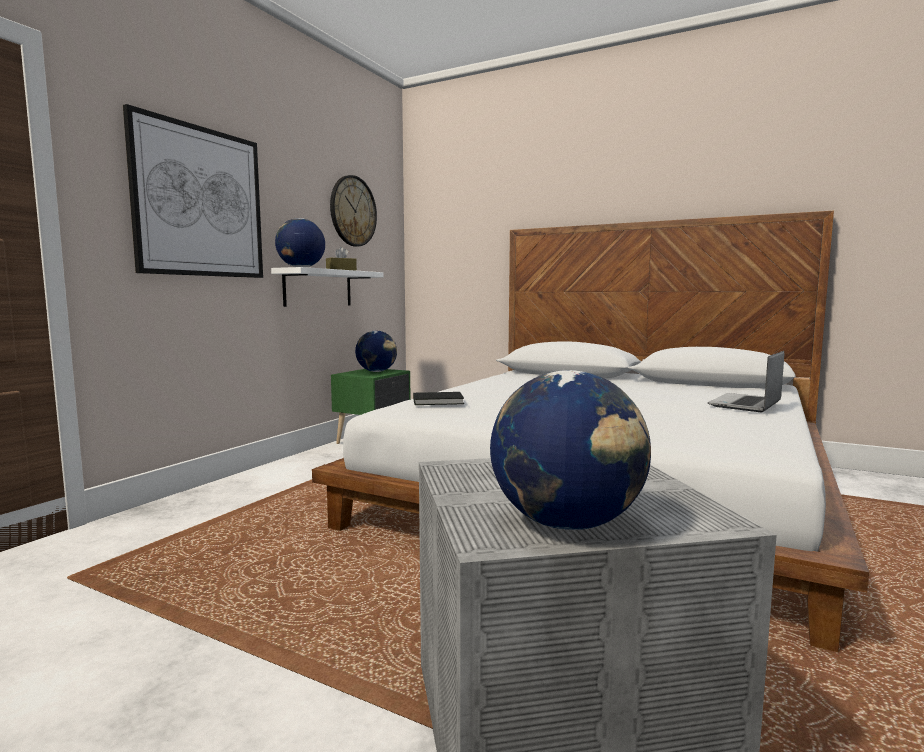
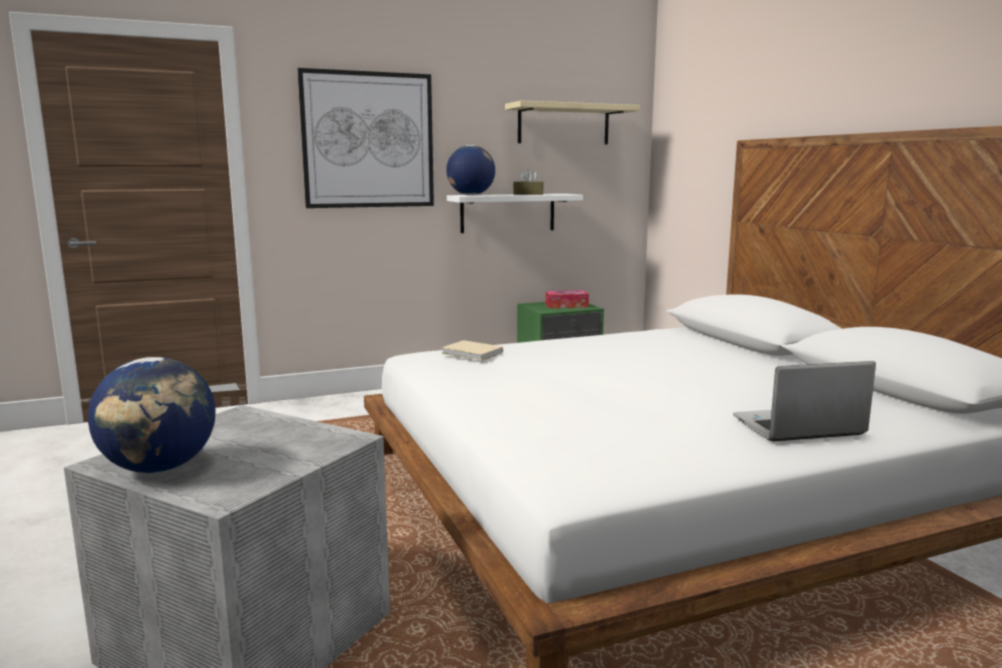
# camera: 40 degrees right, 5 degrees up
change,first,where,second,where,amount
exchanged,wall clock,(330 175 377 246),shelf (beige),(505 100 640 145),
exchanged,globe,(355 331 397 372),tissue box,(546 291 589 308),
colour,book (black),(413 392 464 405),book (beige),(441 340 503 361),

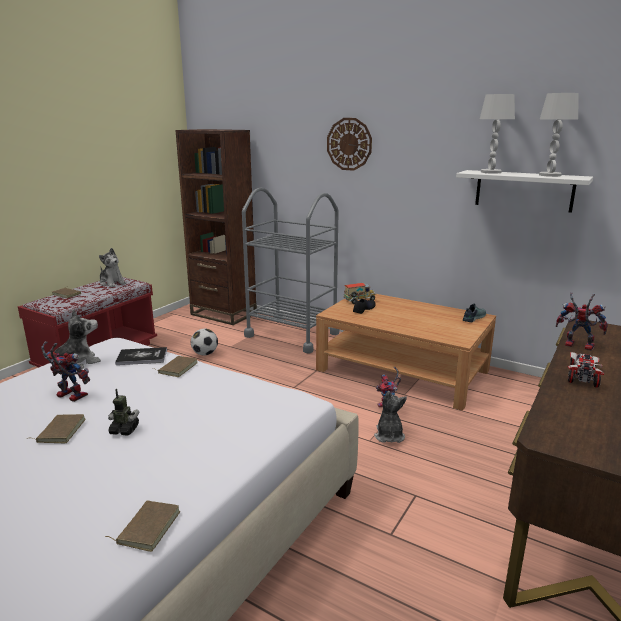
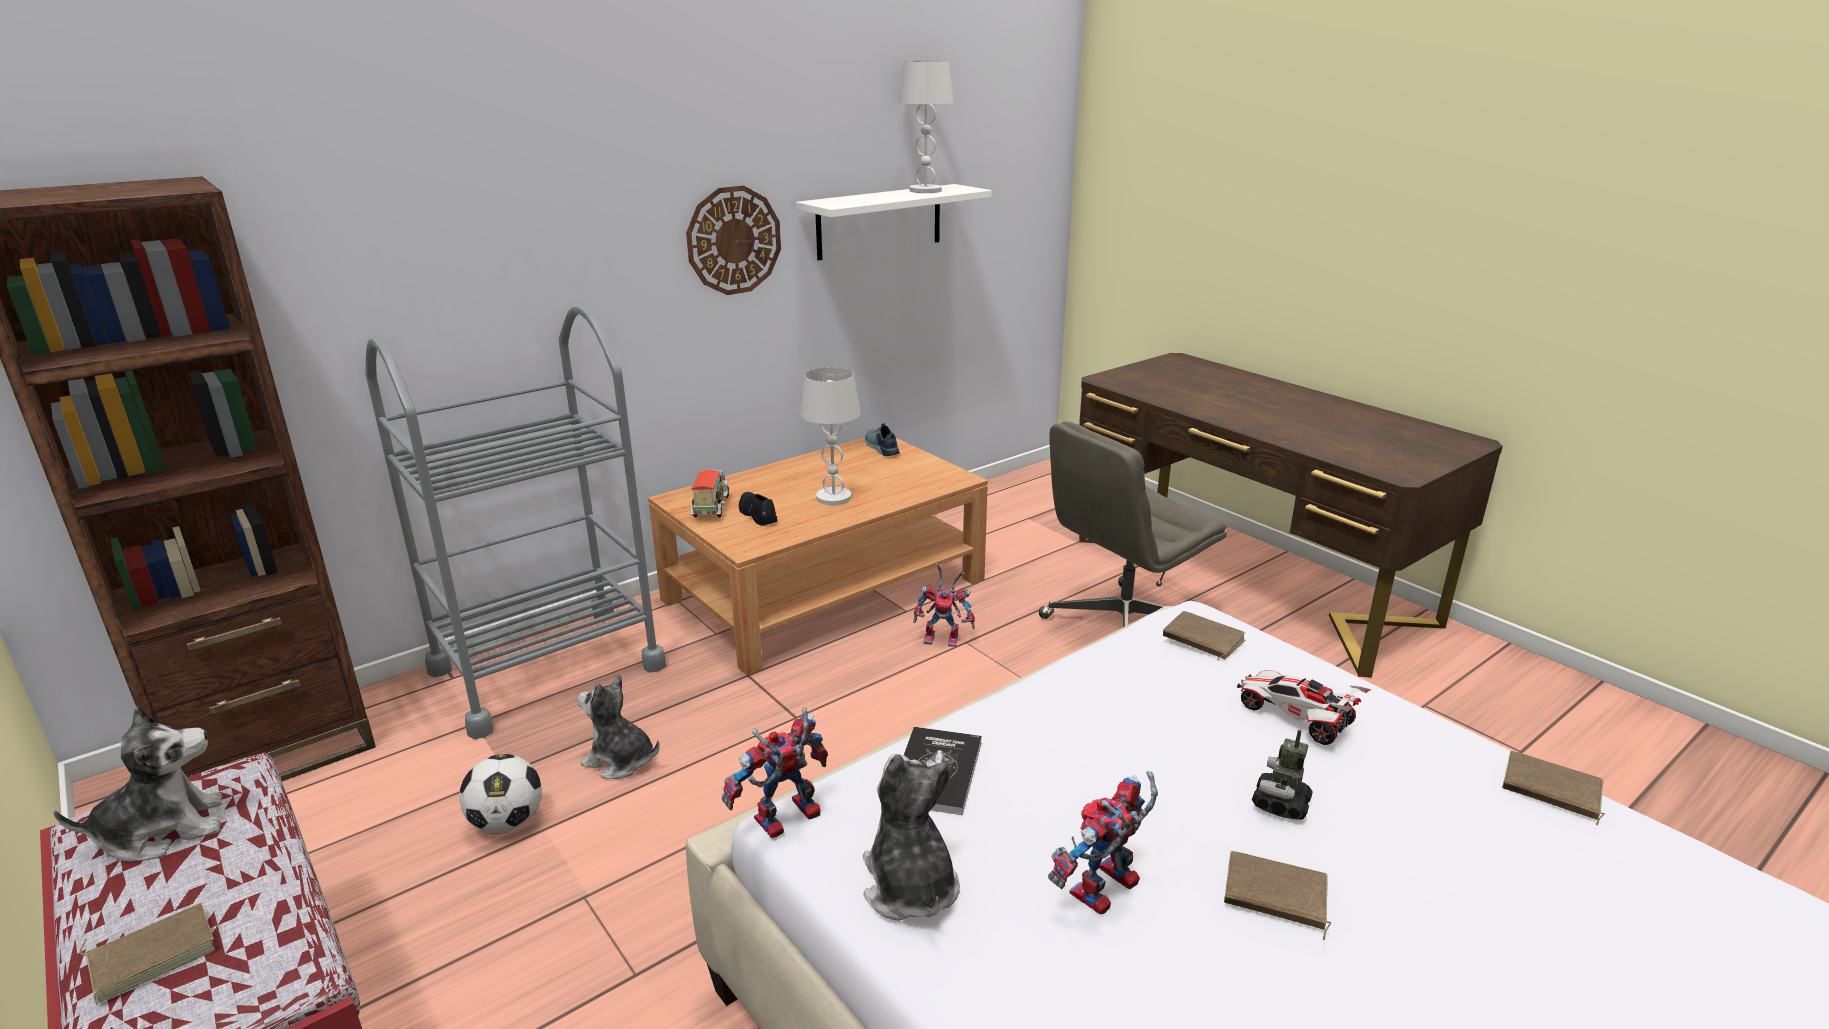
# camera: 70 degrees left, 5 degrees up
change,first,where,second,where,amount
relocated,table lamp (white),(480 94 515 174),,(801 367 861 505),
relocated,wall clock,(327 118 372 171),,(686 186 781 295),
relocated,toy robot,(556 292 607 351),,(722 707 828 838),
relocated,toy car,(567 352 604 388),,(1237 670 1371 745),
relocated,book (brown),(153 356 198 377),,(1163 611 1245 661),
relocated,plush toy,(374 391 407 443),,(577 675 660 779),
appeared,,,office chair (grey),(1039 421 1227 627),

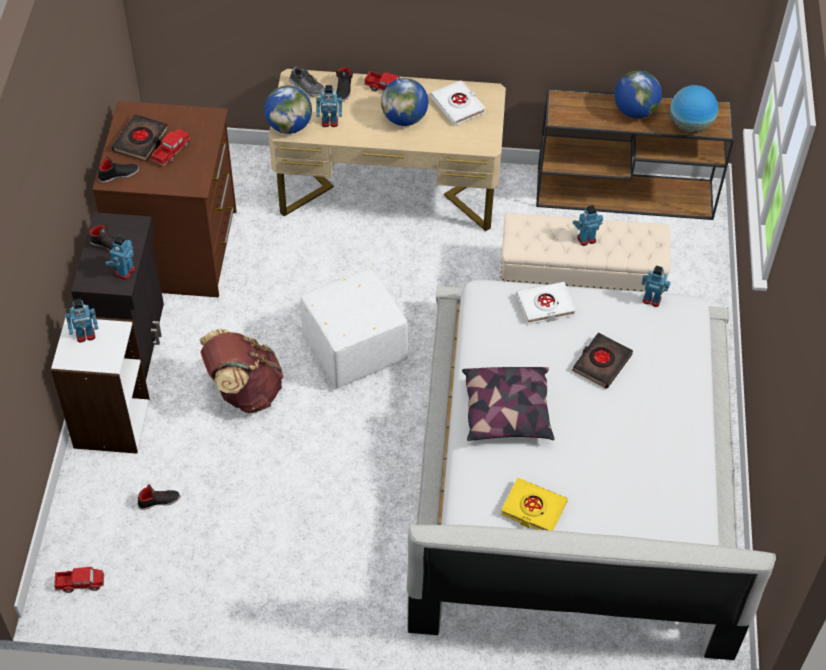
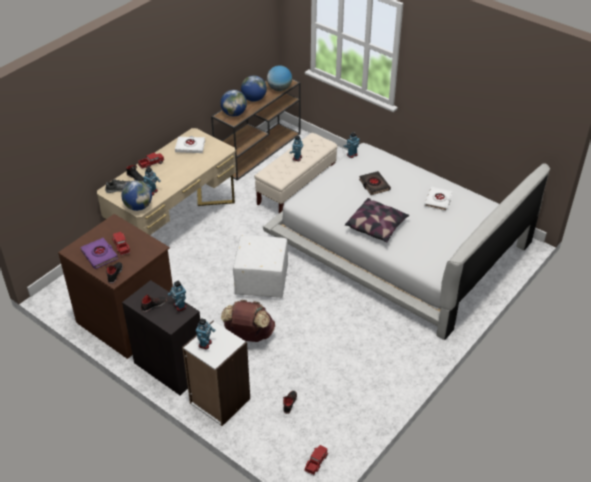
# camera: 55 degrees left, 10 degrees down
change,first,where,second,where,amount
relocated,globe,(381 78 428 126),,(220 90 247 116),
colour,book (black),(111 114 169 161),book (purple),(80 238 118 269),
relocated,book (white),(516 282 576 324),,(424 187 452 211),
missing,book (yellow),(501 478 568 531),,,

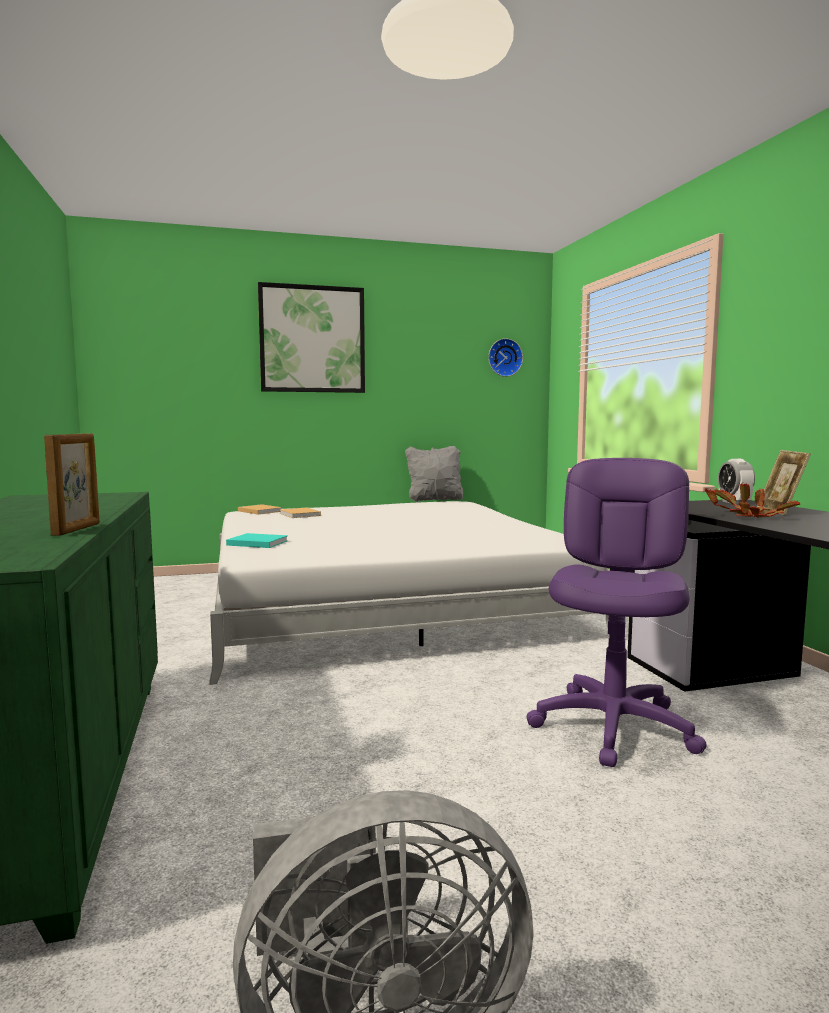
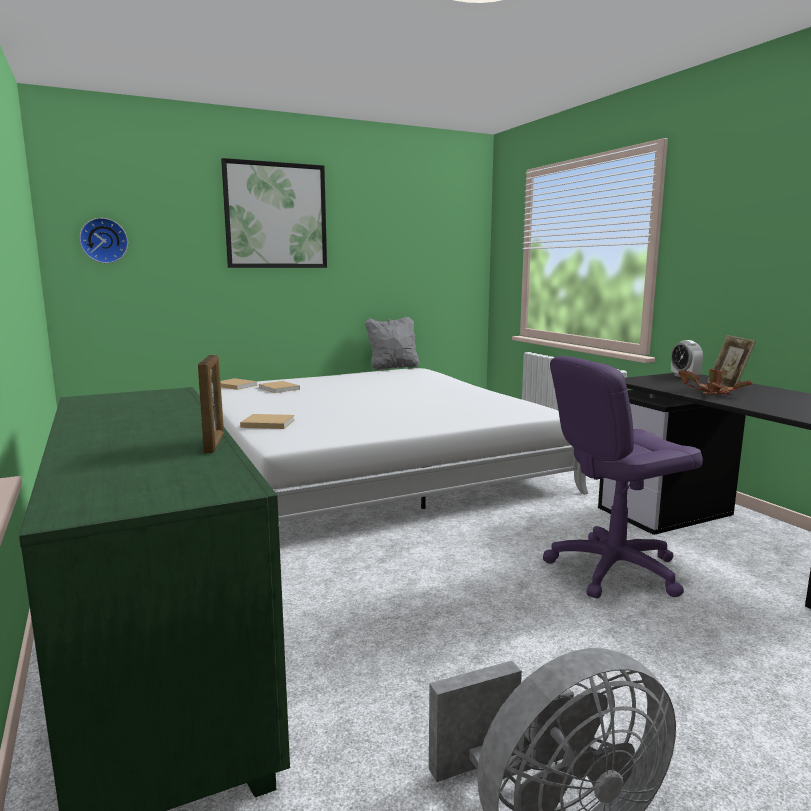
# camera: 10 degrees left, 5 degrees up
change,first,where,second,where,amount
relocated,wall clock,(488 338 523 377),,(79 218 128 263),
spun,office chair (purple),(527 458 707 767),,(543 356 703 599),120 degrees counterclockwise
colour,book (turquoise),(226 533 288 548),book (beige),(240 414 295 429),

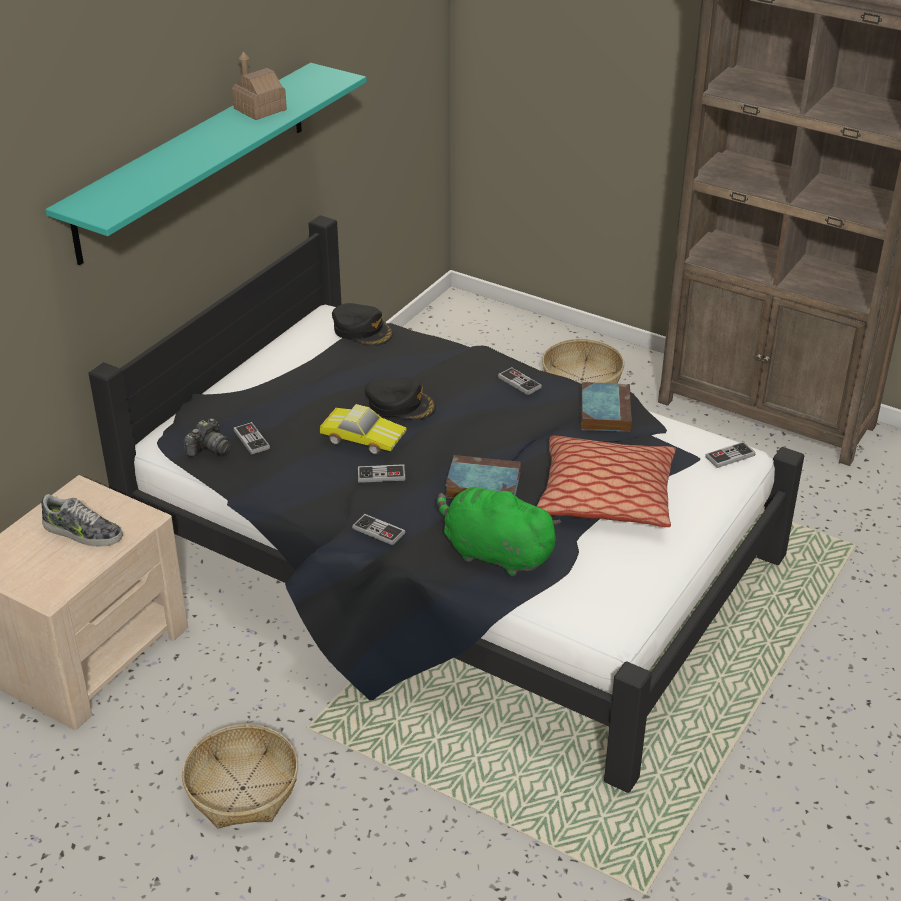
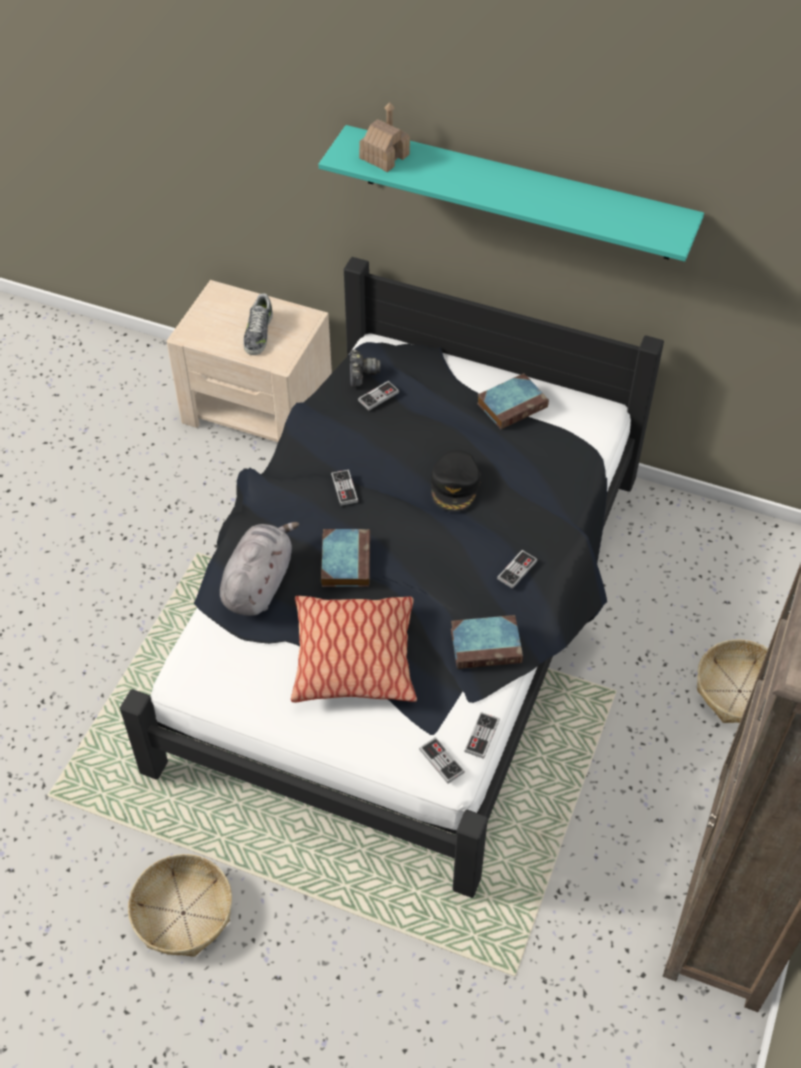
# camera: 80 degrees right, 15 degrees up
change,first,where,second,where,amount
relocated,toy house,(232 52 287 120),,(359 102 410 172),
missing,cap (black),(332 303 393 346),,,
missing,toy car,(320 404 407 454),,,
spun,photo camera,(184 418 231 457),,(350 350 381 387),120 degrees counterclockwise
colour,plush toy (green),(437 483 561 576),plush toy (grey),(220 522 299 616),
relocated,game controller,(352 514 405 545),,(464 712 500 759),
relocated,basket,(182 724 298 828),,(128 854 232 957),
appeared,,,book,(477 373 549 429),

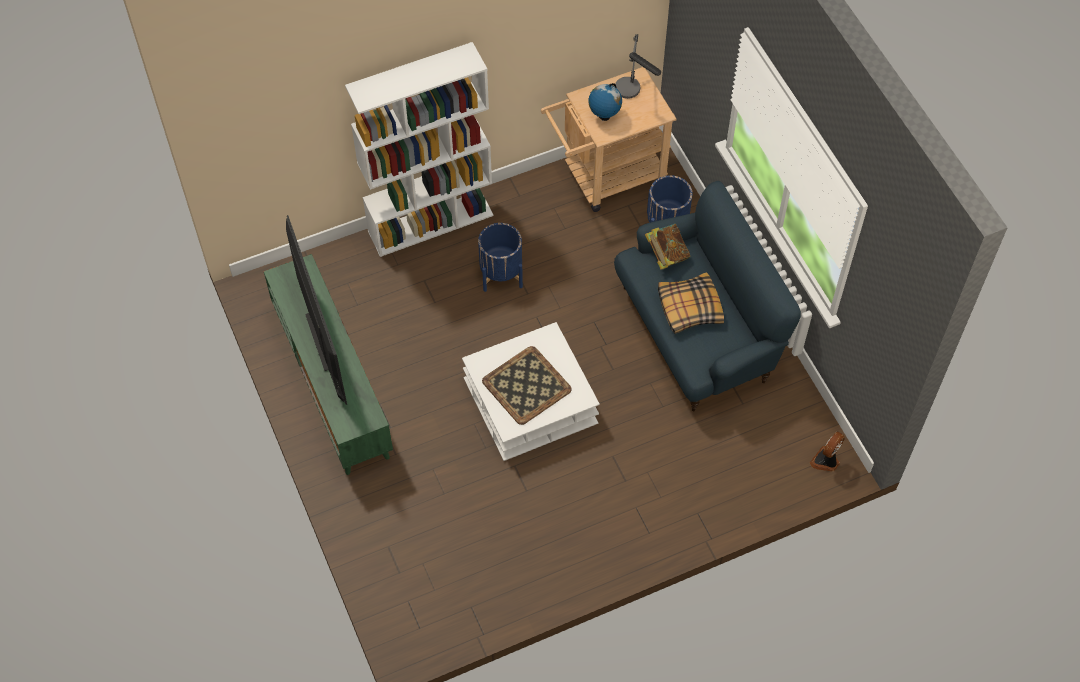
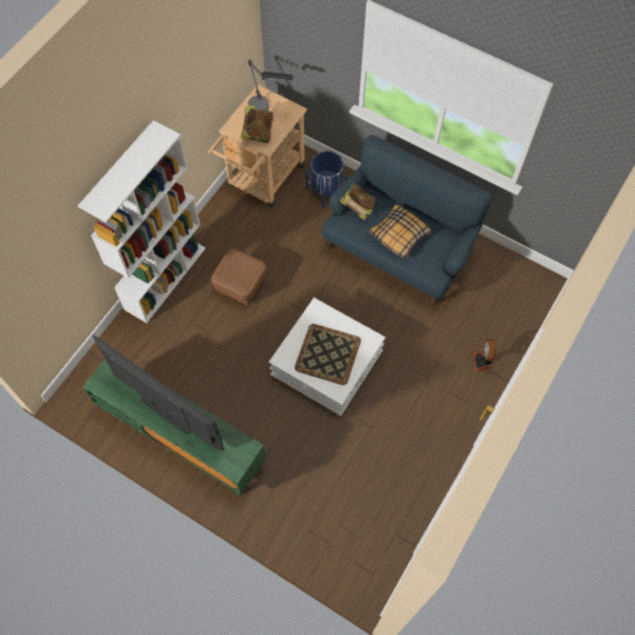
# camera: 35 degrees left, 5 degrees up
change,first,where,second,where,amount
exchanged,globe,(588 83 622 121),book,(241 105 273 143),
exchanged,planter (blue),(478 223 523 292),ottoman (brown),(211 249 266 305),
relocated,fan,(810 431 845 472),,(473 339 496 372),

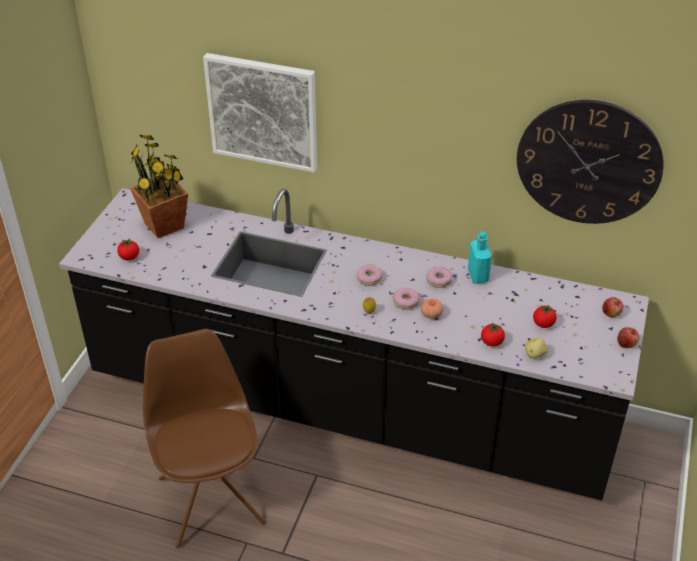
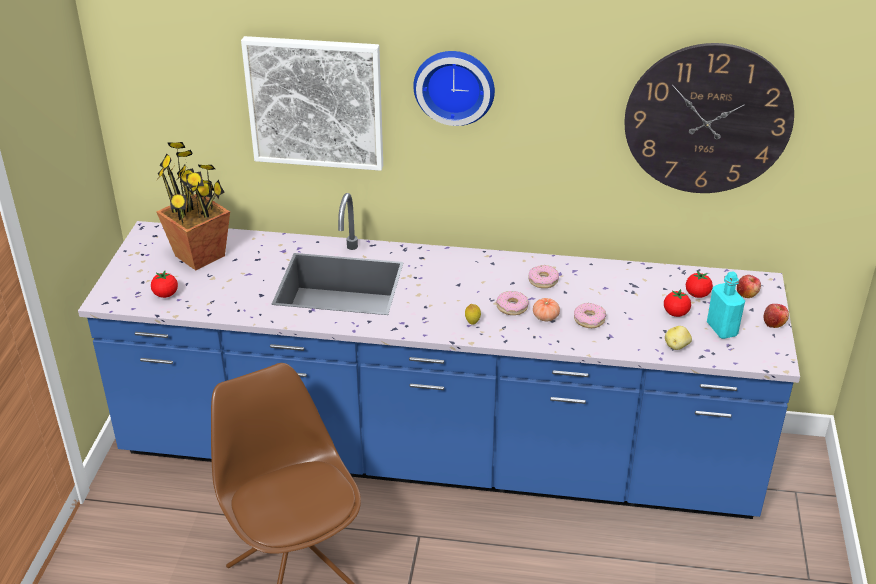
# camera: 10 degrees left, 5 degrees down
change,first,where,second,where,amount
colour,counter (black),(59 188 649 501),counter (blue),(78 193 800 519),
relocated,bottle (turquoise),(468 231 492 284),,(707 271 745 339),
relocated,donut,(357 264 383 286),,(574 303 606 328),
relocated,tomato,(481 322 505 347),,(686 271 713 298),
appeared,,,wall clock,(413 51 495 126),

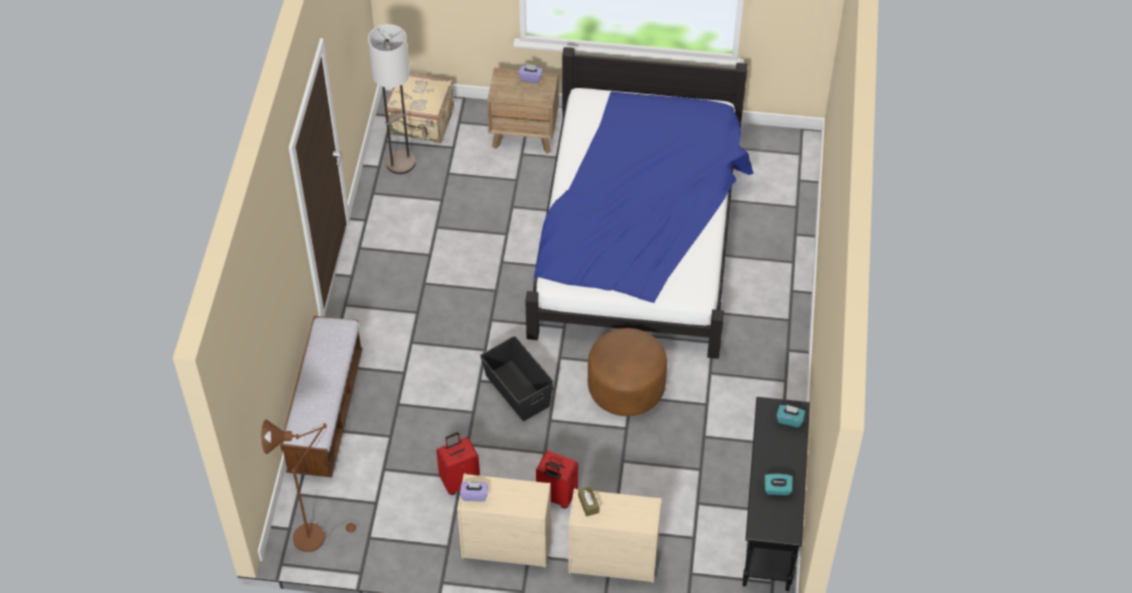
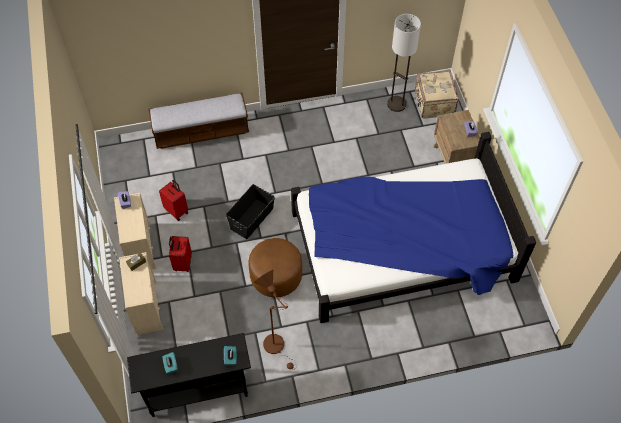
# camera: 70 degrees right, 5 degrees up
change,first,where,second,where,amount
relocated,floor lamp (brown),(261 420 358 552),,(254 270 296 370),

